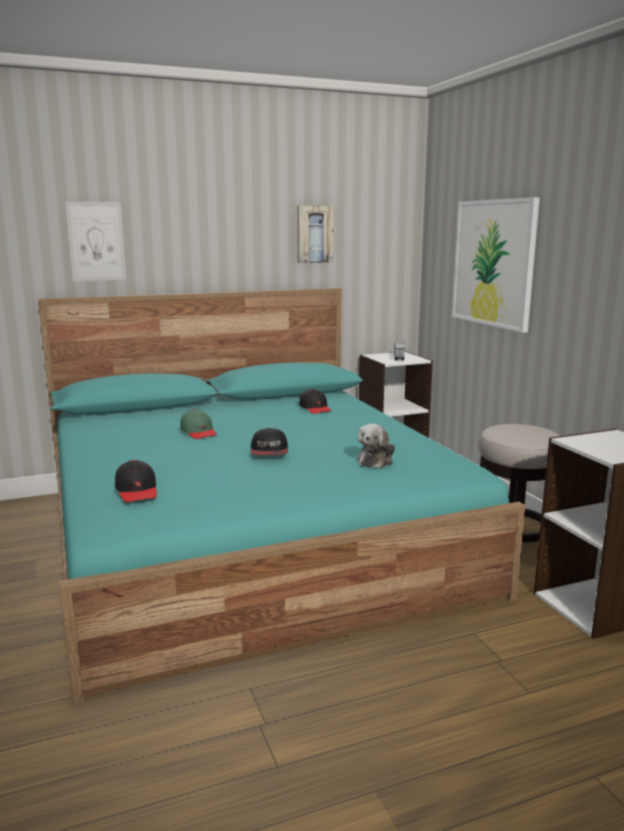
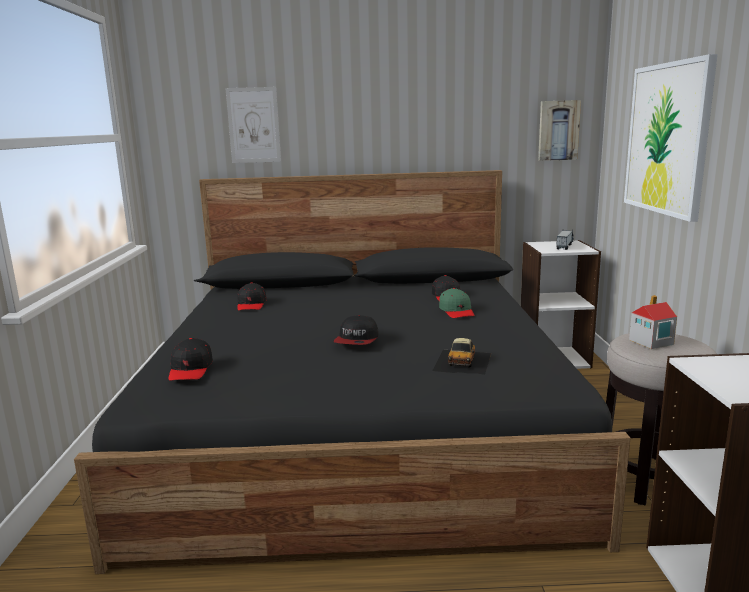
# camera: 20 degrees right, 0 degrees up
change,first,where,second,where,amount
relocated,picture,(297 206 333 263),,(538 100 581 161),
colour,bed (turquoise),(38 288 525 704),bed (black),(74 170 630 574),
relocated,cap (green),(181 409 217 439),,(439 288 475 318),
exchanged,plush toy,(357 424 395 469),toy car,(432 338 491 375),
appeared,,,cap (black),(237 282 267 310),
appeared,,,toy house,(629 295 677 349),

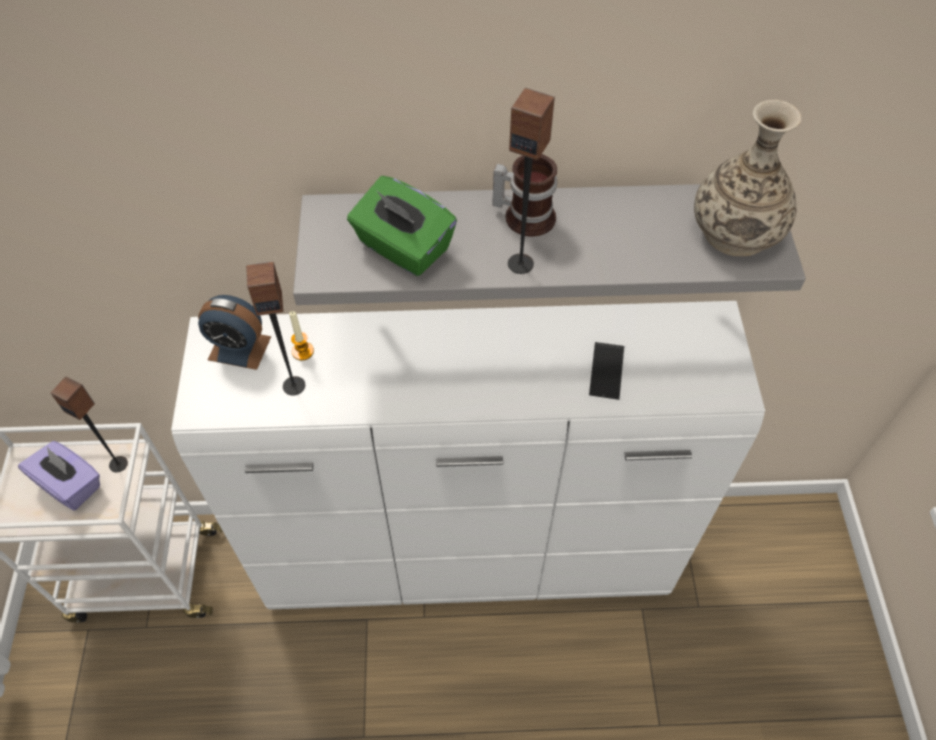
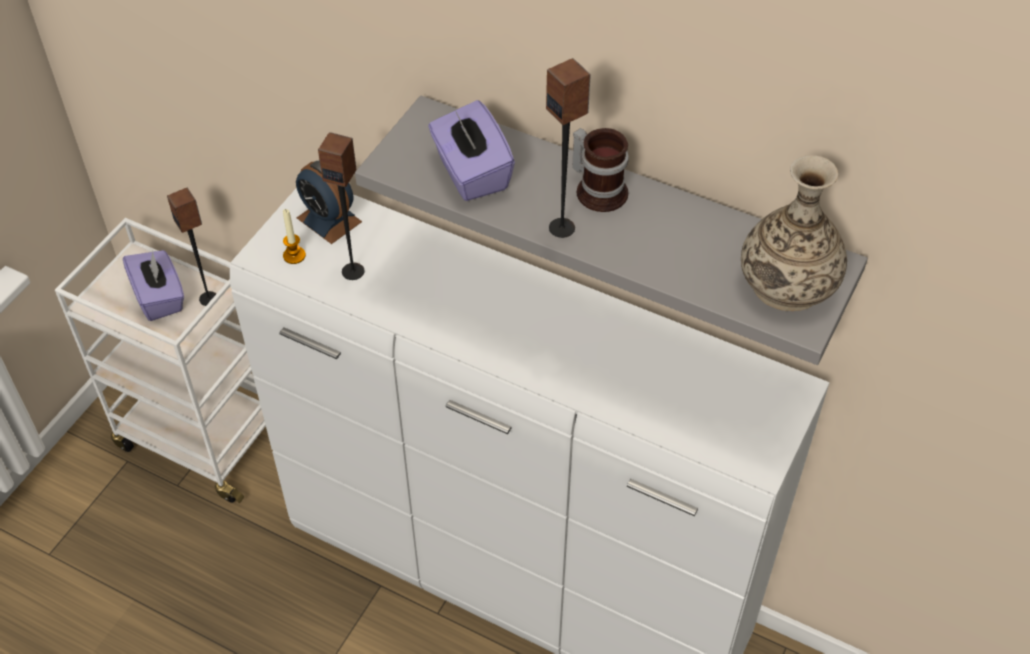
# camera: 30 degrees right, 5 degrees down
change,first,where,second,where,amount
colour,tissue box (green),(347 176 457 276),tissue box (purple),(428 100 515 201),
relocated,candle,(289 311 314 361),,(283 209 306 264),
missing,phone,(589 342 624 400),,,

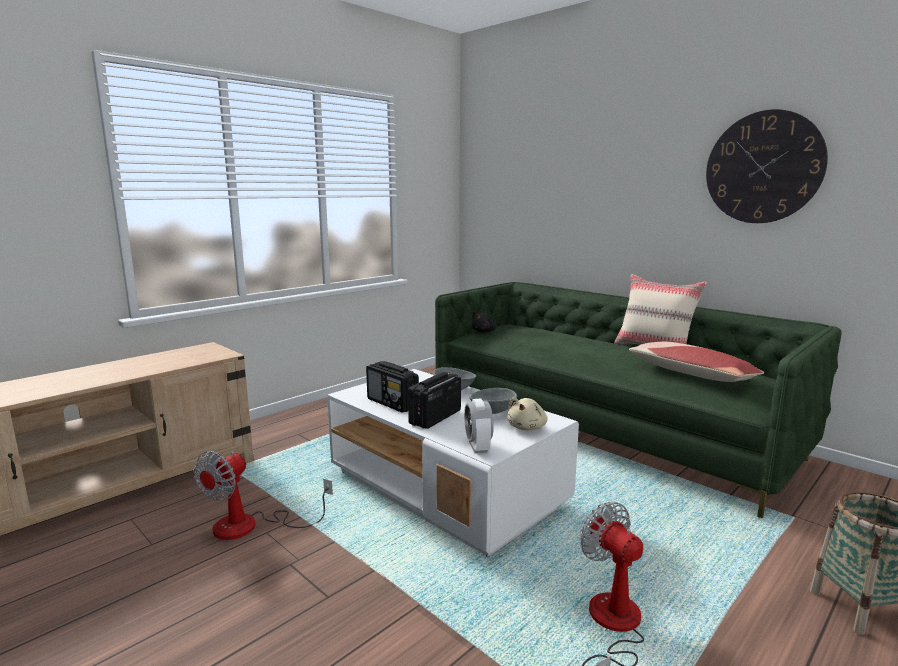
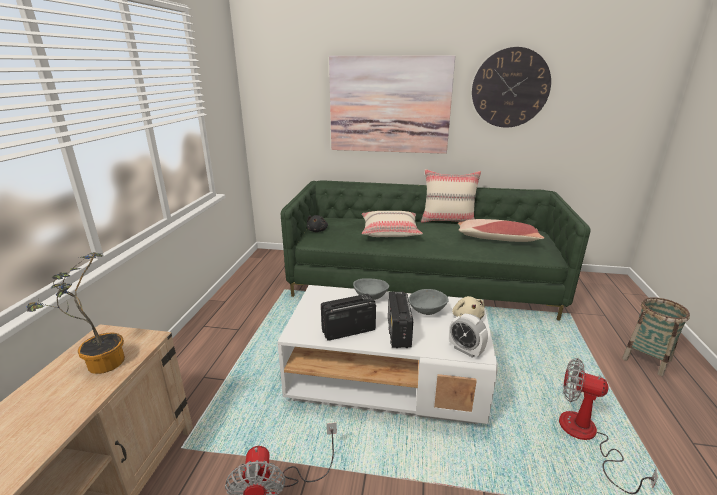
# camera: 35 degrees left, 10 degrees up
change,first,where,second,where,amount
spun,radio,(366 361 419 413),,(321 294 376 341),150 degrees clockwise
appeared,,,picture,(329 55 455 154),
appeared,,,pillow (beige),(362 211 423 237),
appeared,,,potted plant,(26 252 125 374),

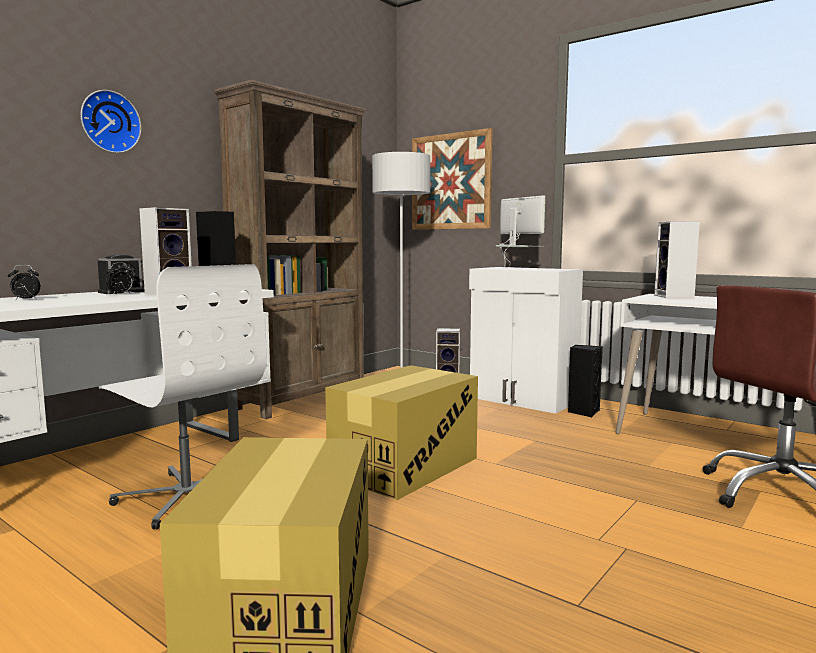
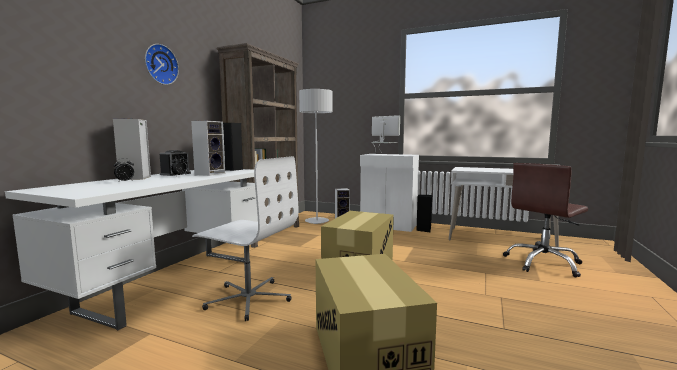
# camera: 15 degrees left, 0 degrees up
change,first,where,second,where,amount
missing,picture,(412 128 493 230),,,
relocated,speaker,(654 221 700 298),,(113 119 151 180),

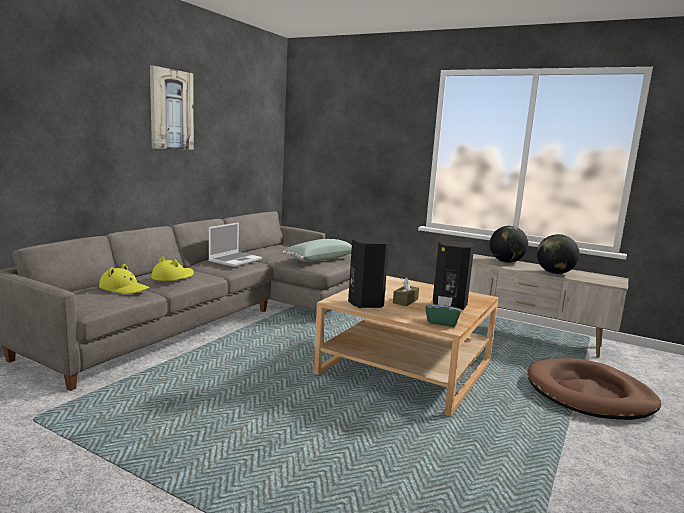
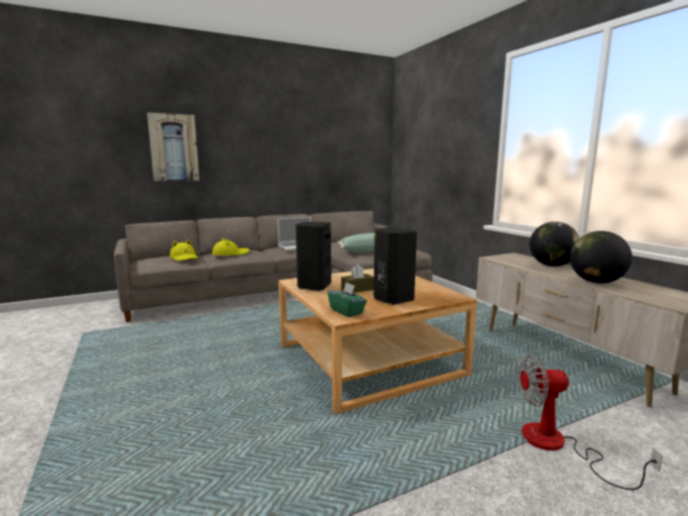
# camera: 35 degrees right, 0 degrees up
change,first,where,second,where,amount
relocated,picture,(150 66 194 150),,(147 112 199 181),
exchanged,dog bed (brown),(528 358 661 420),fan,(518 355 663 490),

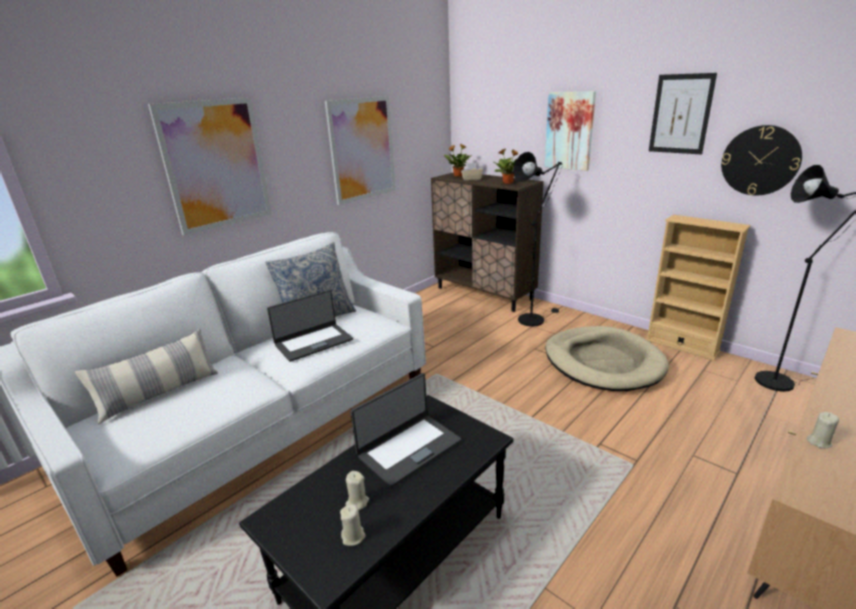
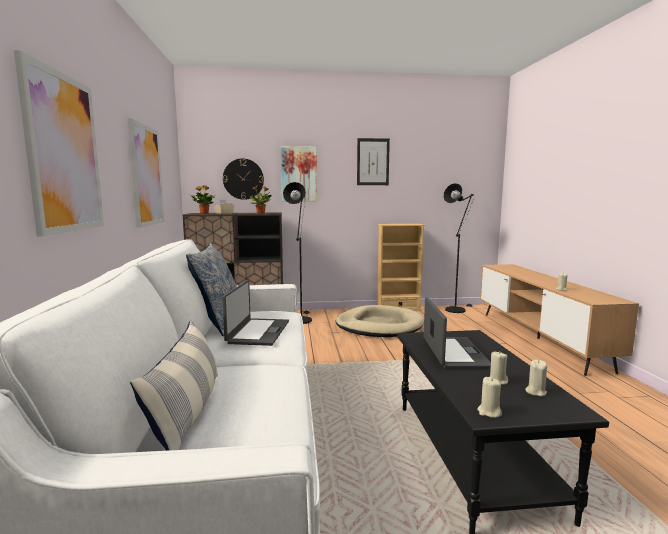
# camera: 50 degrees left, 15 degrees down
change,first,where,second,where,amount
relocated,wall clock,(721 125 802 195),,(223 158 264 200),
appeared,,,candle (beige),(477 377 502 418),

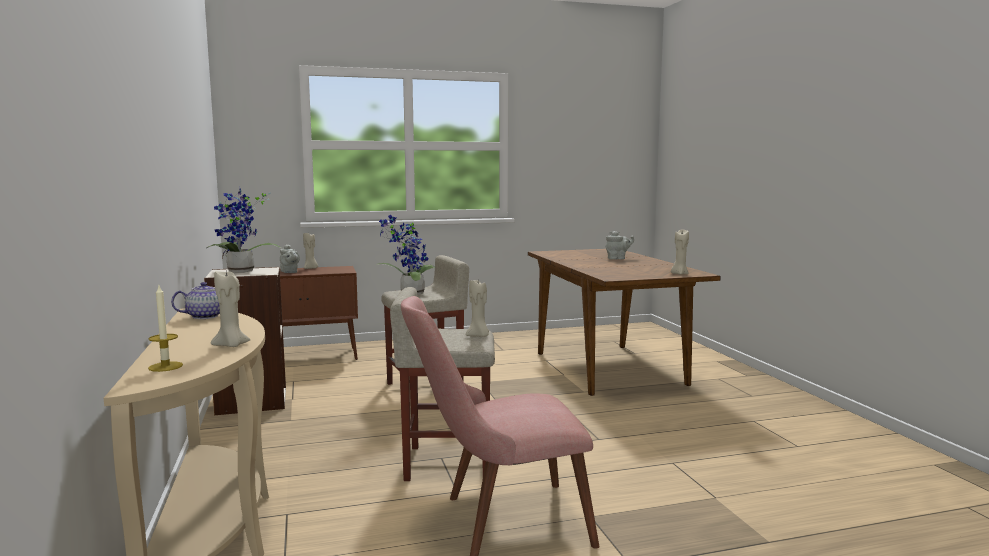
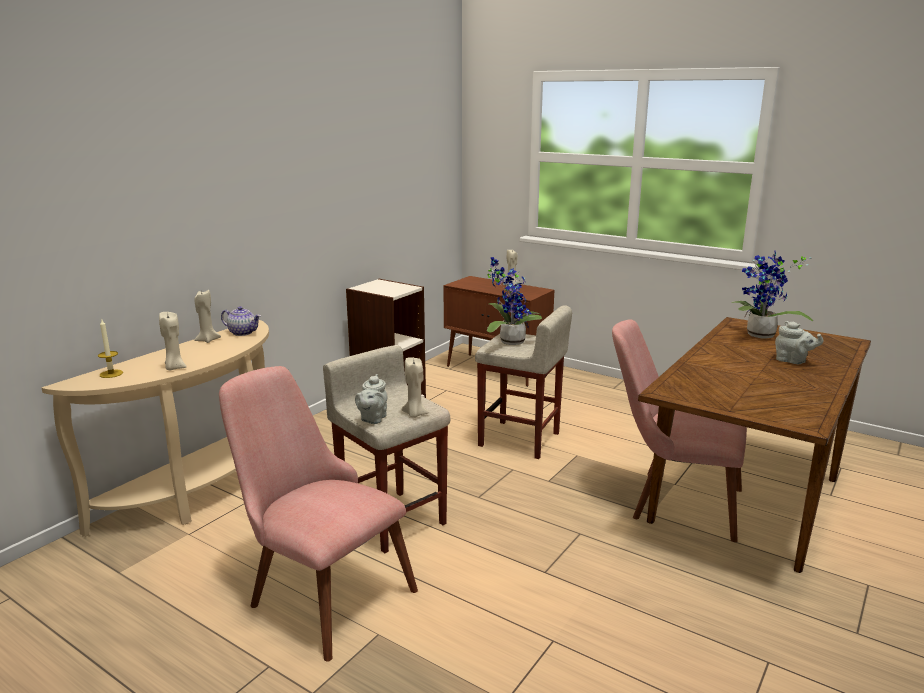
# camera: 50 degrees right, 10 degrees up
change,first,where,second,where,amount
relocated,potted plant,(206 186 283 273),,(731 251 813 339),
relocated,candle (beige),(671 229 689 275),,(194 290 221 343),
relocated,teapot (grey),(280 244 300 273),,(355 374 387 424),
appeared,,,chair (pink),(612 319 747 542),

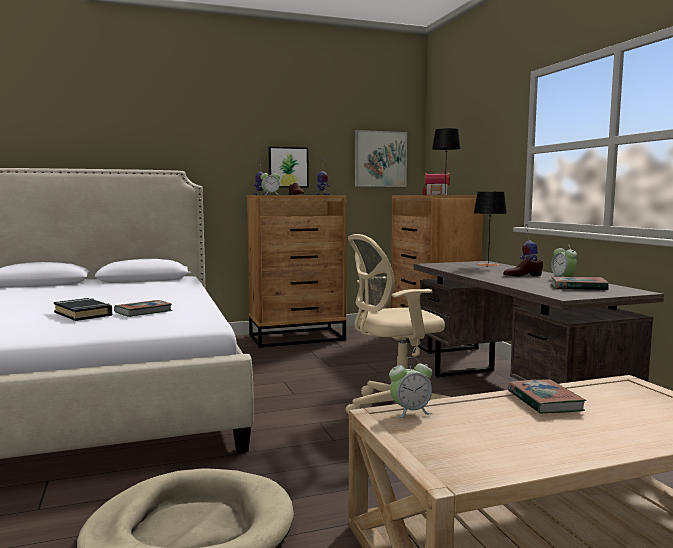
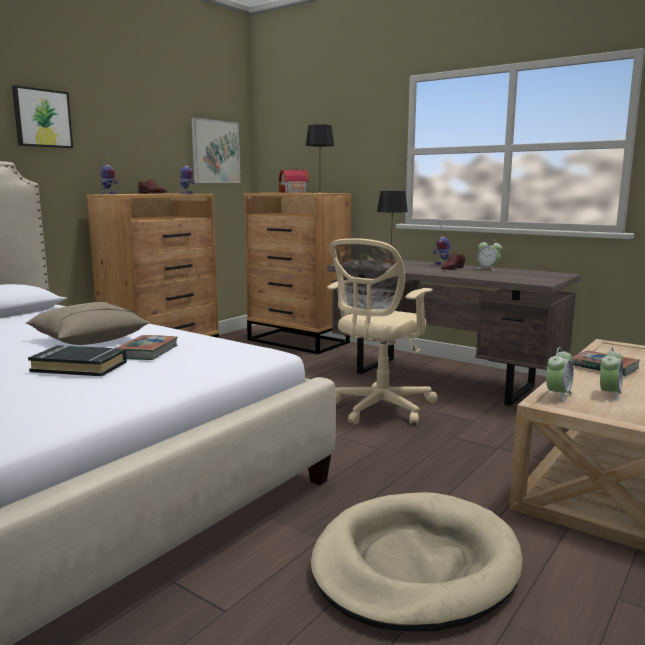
# camera: 35 degrees left, 5 degrees up
change,first,where,second,where,amount
relocated,picture,(268 147 309 188),,(12 85 73 148),
relocated,alarm clock,(260 170 280 195),,(600 347 623 401),
missing,book,(551 276 609 290),,,
appeared,,,pillow (beige),(26 302 150 345),

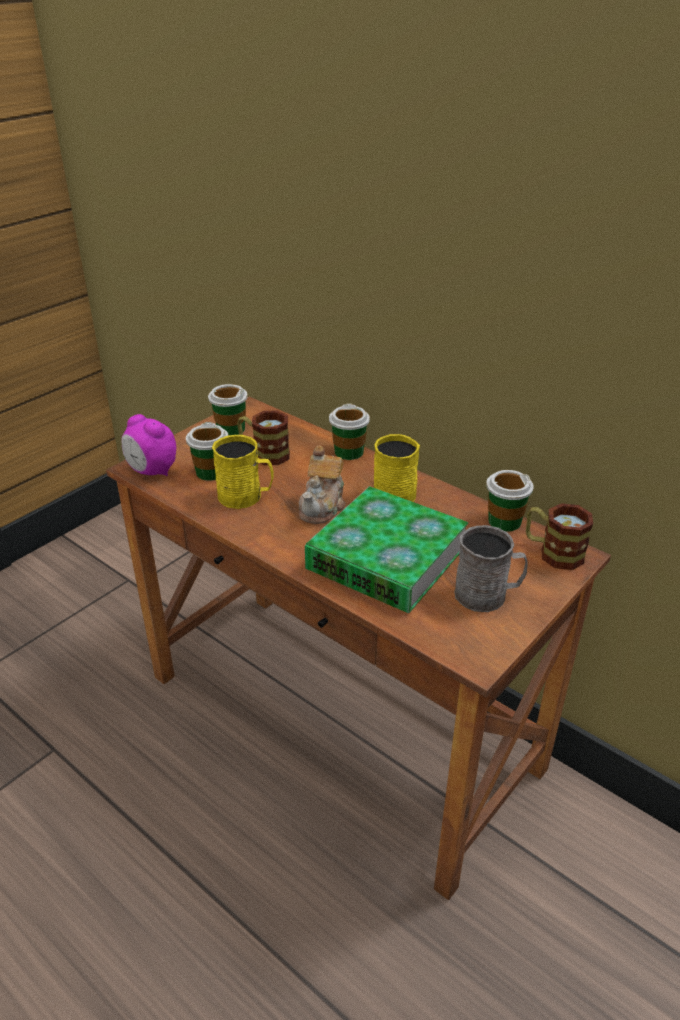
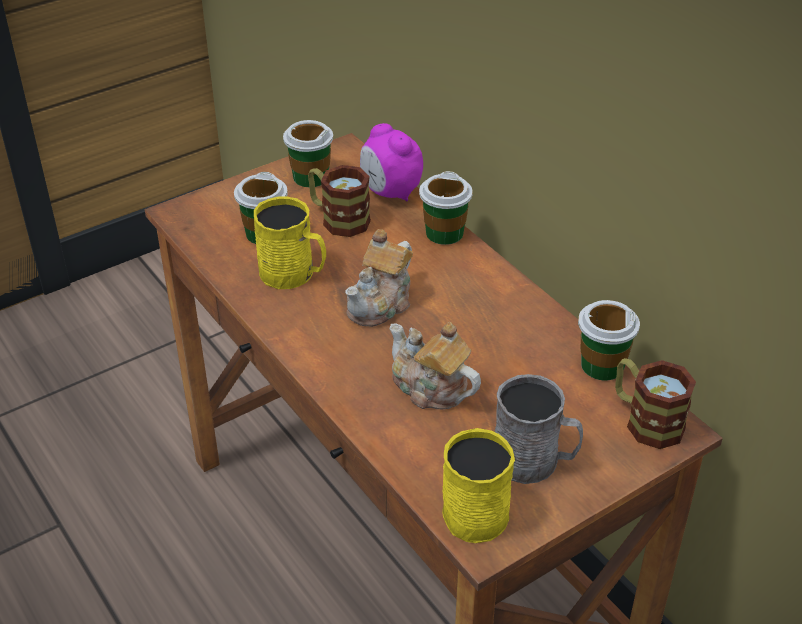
# camera: 15 degrees right, 5 degrees up
change,first,where,second,where,amount
relocated,alarm clock,(122 414 176 476),,(360 123 423 202),
relocated,mug (yellow),(374 434 420 502),,(442 428 515 543),
exchanged,book,(305 486 468 613),teapot,(389 322 481 409),

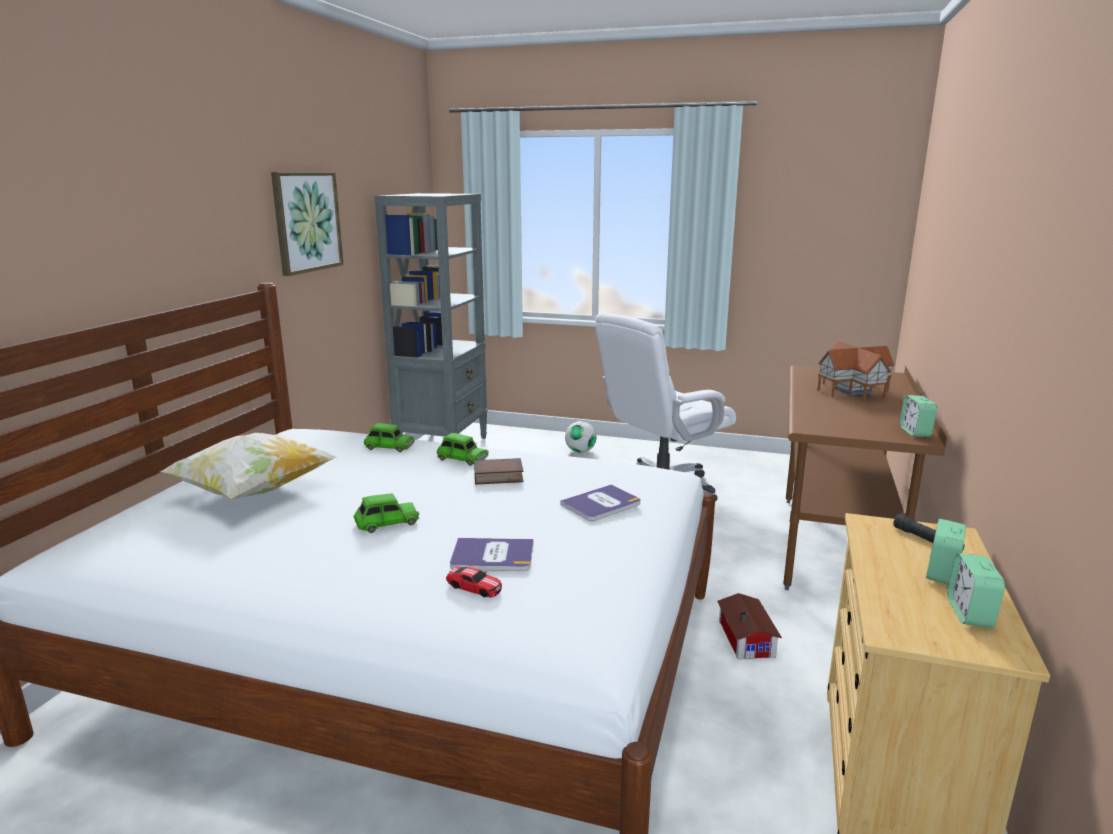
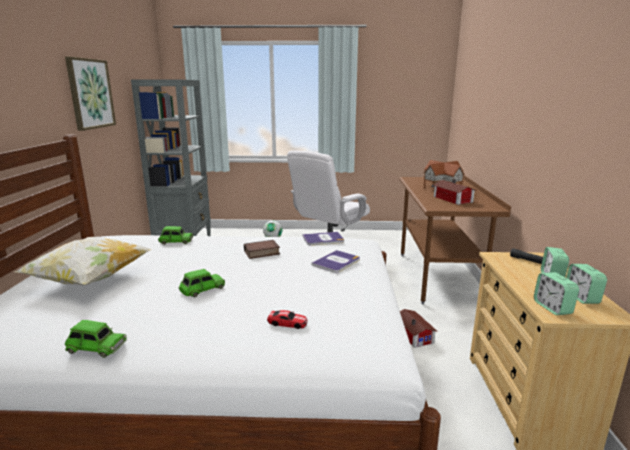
# camera: 15 degrees left, 0 degrees up
change,first,where,second,where,amount
relocated,alarm clock,(900 395 937 437),,(534 272 579 315),
relocated,toy car (green),(437 433 489 466),,(65 320 127 358),
relocated,book,(450 538 533 571),,(303 232 344 245),
appeared,,,toy house,(433 179 475 205),

